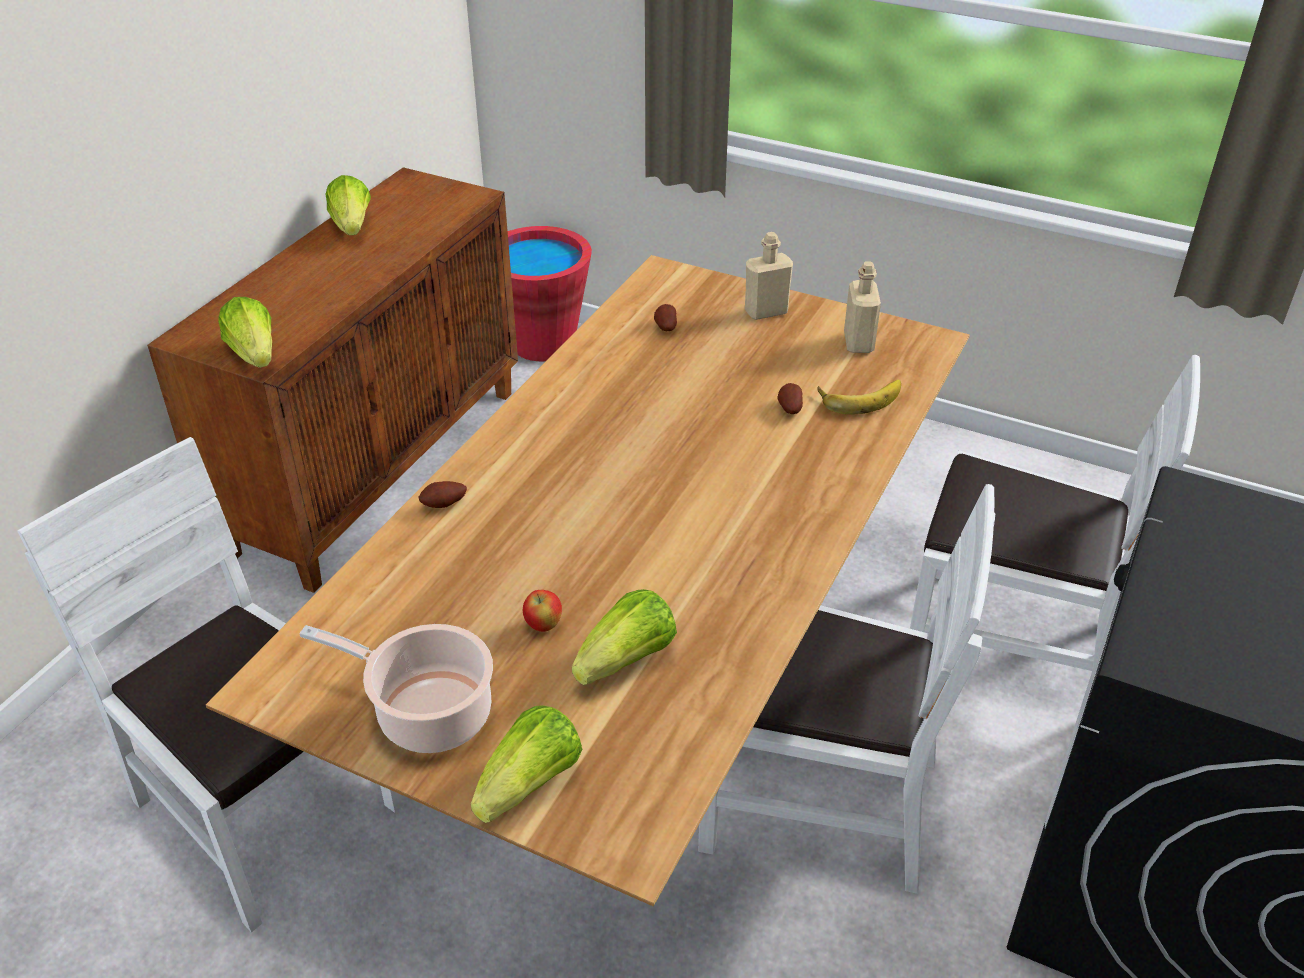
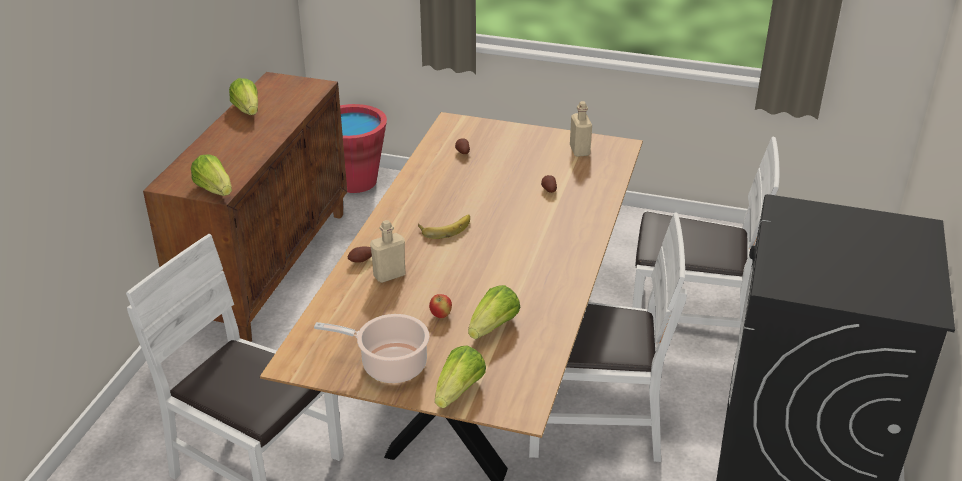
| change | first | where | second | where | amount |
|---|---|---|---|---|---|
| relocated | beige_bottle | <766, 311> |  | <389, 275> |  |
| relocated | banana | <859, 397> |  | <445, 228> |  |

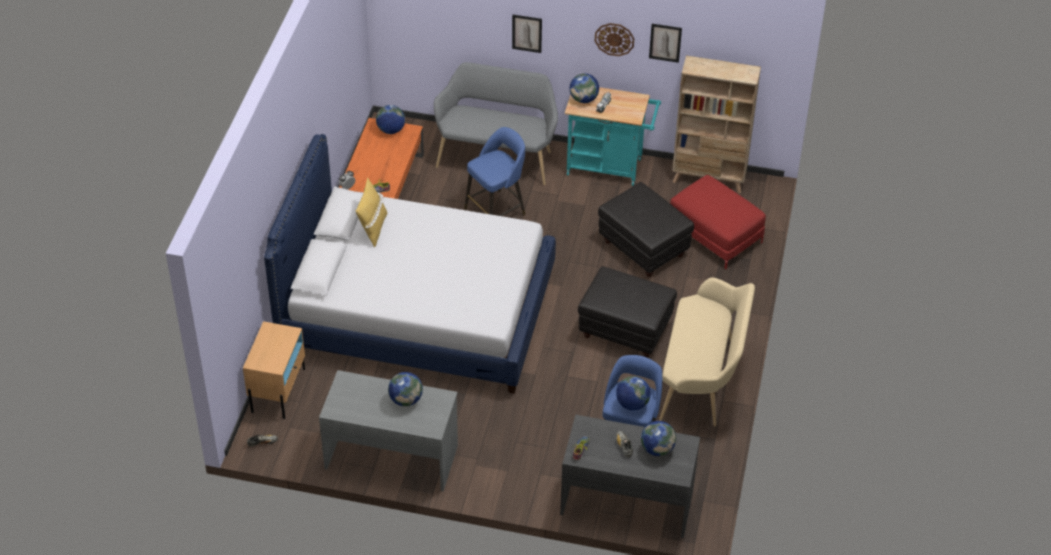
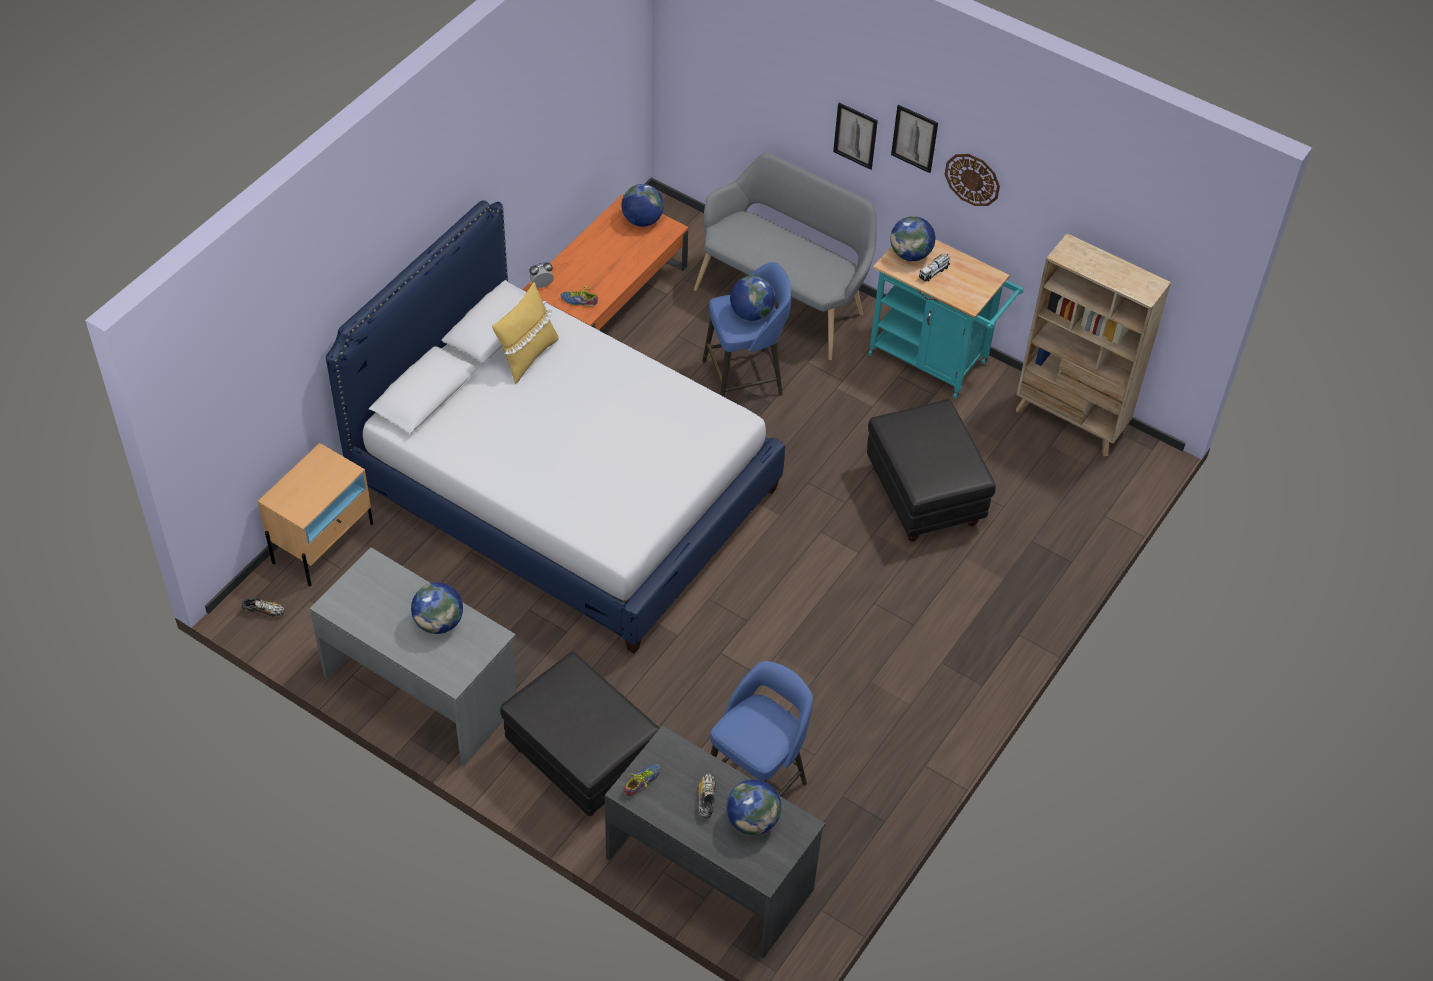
| change | first | where | second | where | amount |
|---|---|---|---|---|---|
| relocated | black_ottoman | <624, 331> |  | <581, 760> |  |
| relocated | globe | <632, 404> |  | <751, 313> |  |
| relocated | picture | <665, 42> |  | <914, 138> |  |
| missing | beige_bench | <702, 379> |  |  |  |
| missing | red_ottoman | <715, 234> |  |  |  |

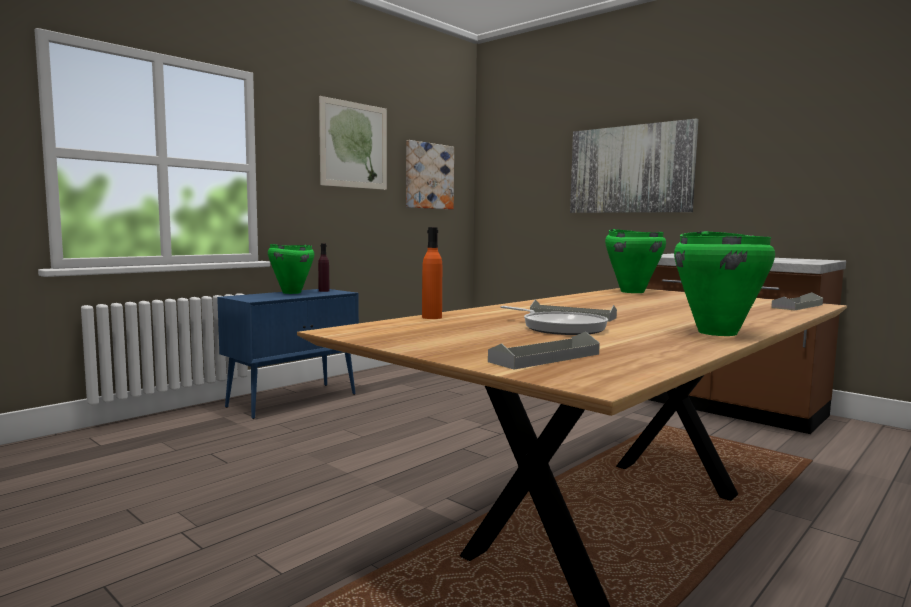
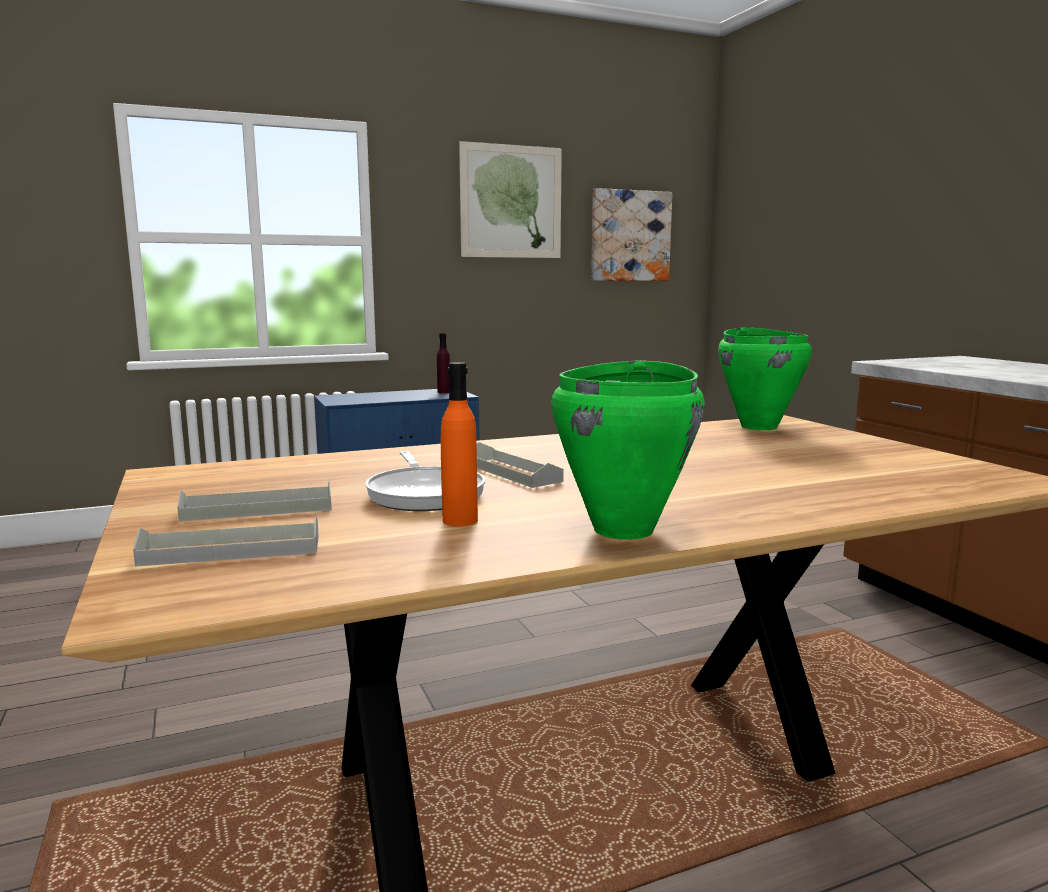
| change | first | where | second | where | amount |
|---|---|---|---|---|---|
| missing | green_cooking_pot | <291, 292> |  |  |  |
| relocated | orange_bottle | <432, 317> |  | <460, 520> |  |
| missing | picture | <630, 169> |  |  |  |
| relocated | grey_tray | <797, 306> |  | <258, 509> |  |

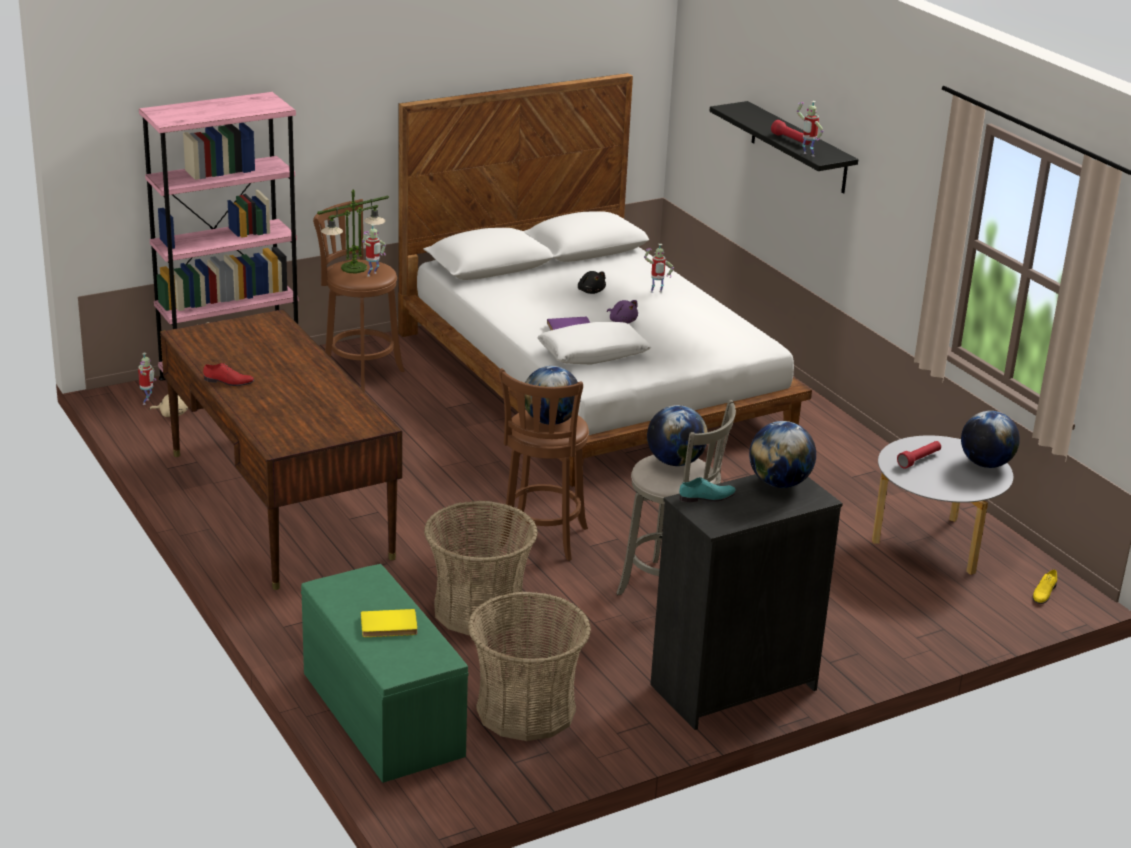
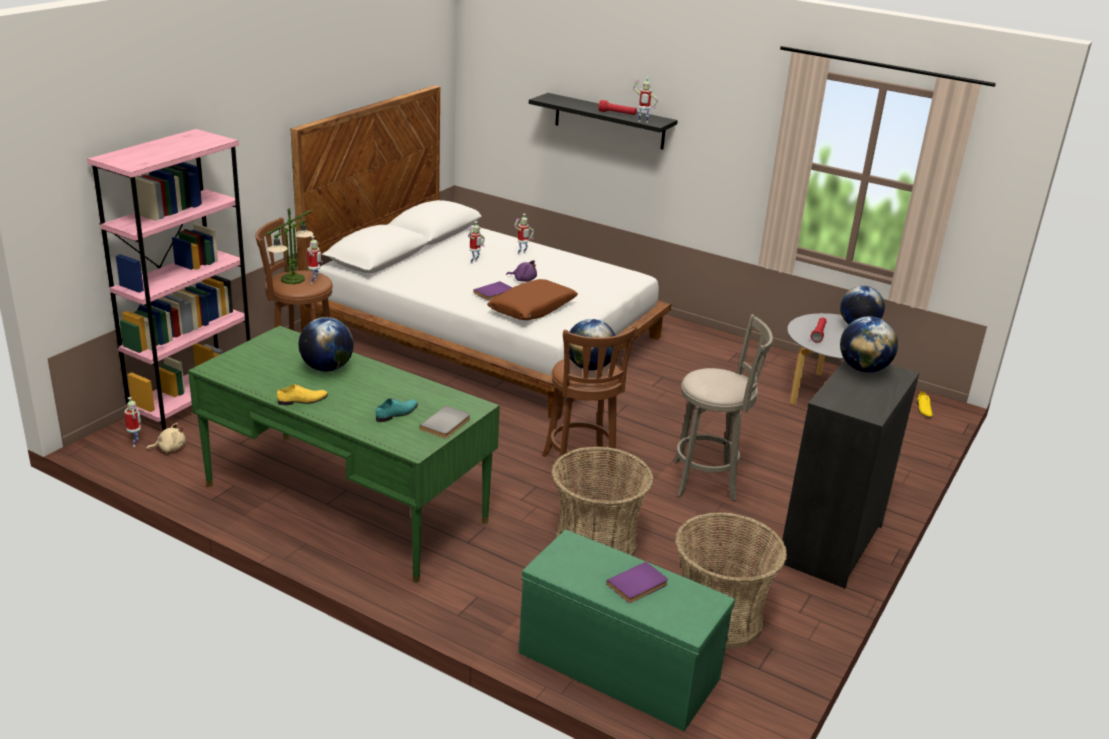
| change | first | where | second | where | amount |
|---|---|---|---|---|---|
| colour | brown_desk | <279, 505> | green_desk | <345, 503> |  |
| colour | red_shoe | <228, 381> | yellow_shoe | <303, 400> |  |
| colour | yellow_book | <389, 626> | purple_book | <638, 585> |  |
| colour | white_pillow | <593, 354> | brown_pillow | <532, 309> |  |
| exchanged | black_plush_toy | <590, 291> | toy_robot | <474, 262> |  |
| relocated | globe | <675, 462> |  | <327, 368> |  |
| relocated | turquoise_shoe | <707, 497> |  | <397, 413> |  |
| appeared |  |  | grey_book | <447, 424> |  |

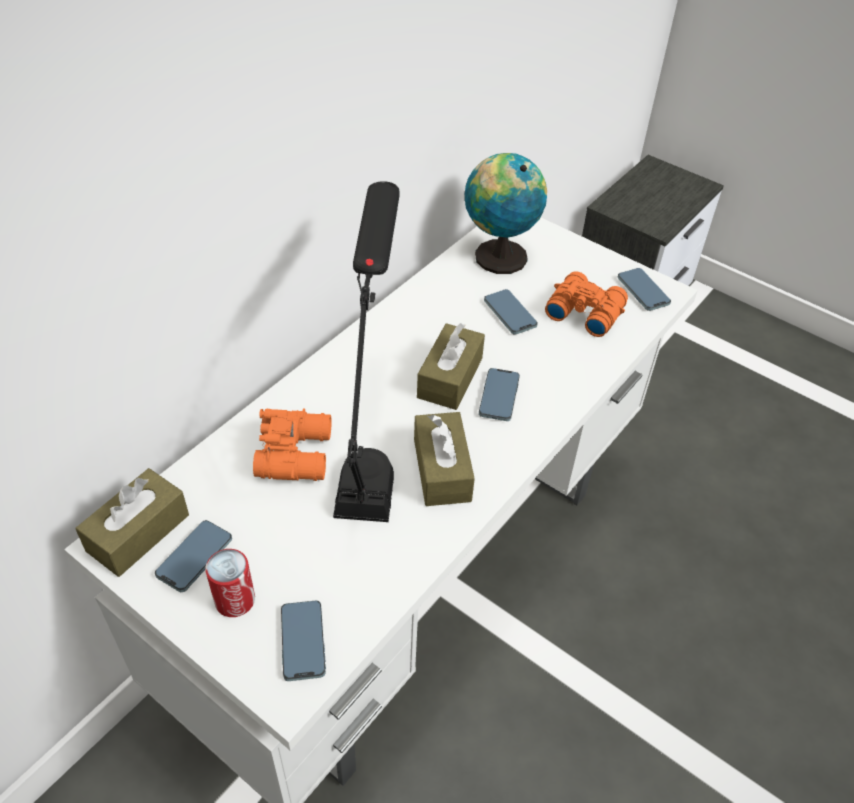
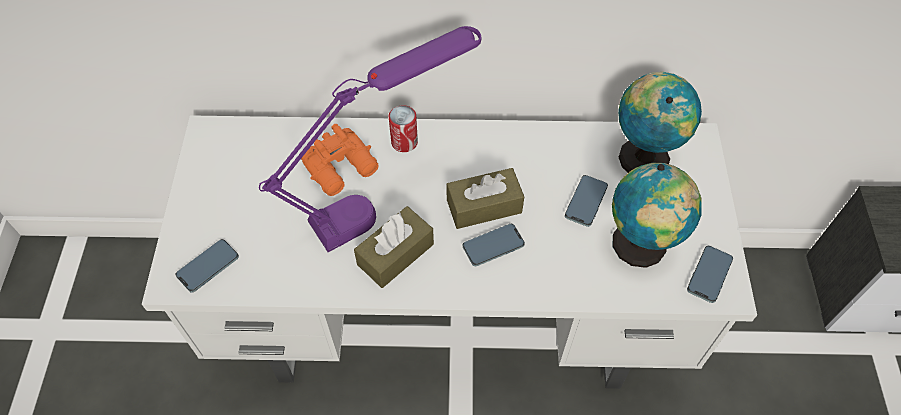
| change | first | where | second | where | amount |
|---|---|---|---|---|---|
| missing | brown_tissue_box | <138, 533> |  |  |  |
| missing | phone | <195, 558> |  |  |  |
| relocated | can | <235, 600> |  | <404, 142> |  |
| colour | black_table_lamp | <371, 445> | purple_table_lamp | <382, 202> |  |
| exchanged | orange_binoculars | <584, 311> | globe | <640, 247> |  |

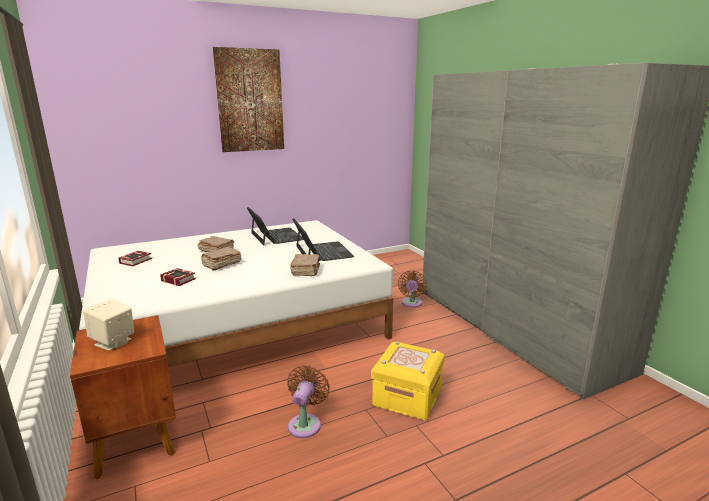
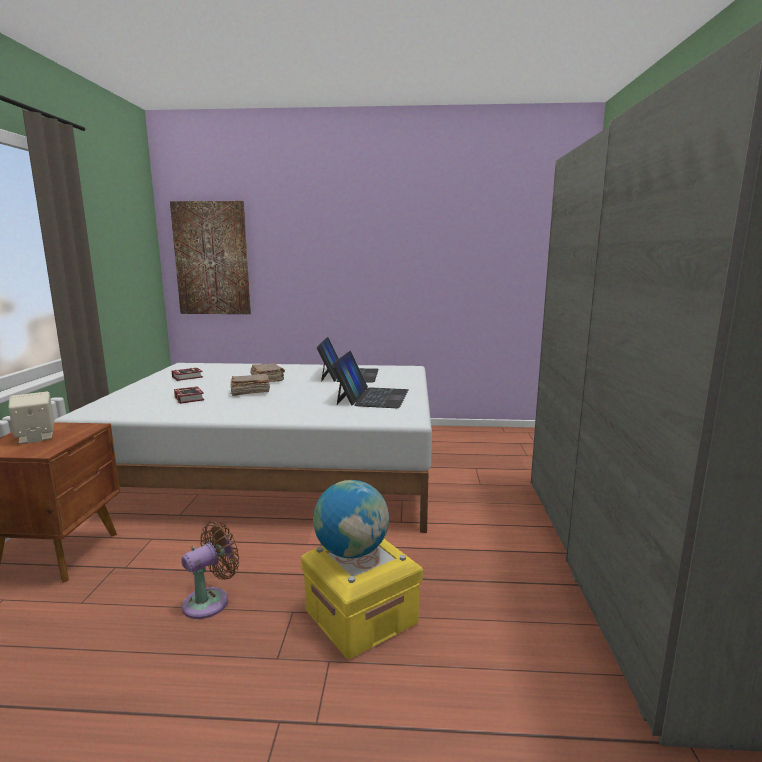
| change | first | where | second | where | amount |
|---|---|---|---|---|---|
| relocated | picture | <250, 101> |  | <212, 259> |  |
| missing | brown_book | <306, 271> |  |  |  |
| missing | brown_fan | <411, 304> |  |  |  |
| appeared |  |  | globe | <352, 551> |  |

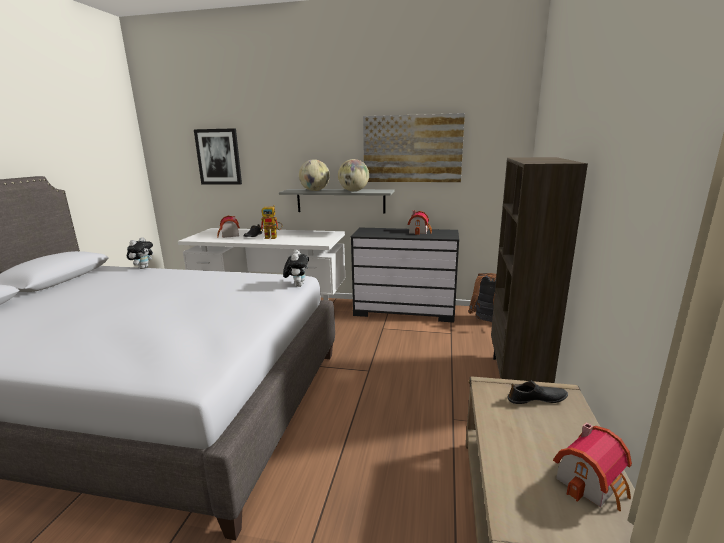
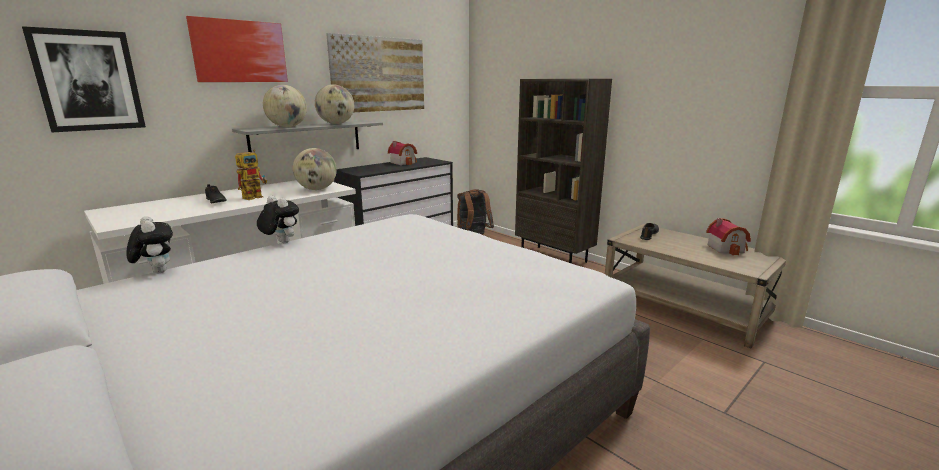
| change | first | where | second | where | amount |
|---|---|---|---|---|---|
| missing | toy_house | <229, 235> |  |  |  |
| relocated | plush_toy | <297, 285> |  | <280, 242> |  |
| appeared |  |  | picture | <240, 51> |  |
| appeared |  |  | globe | <317, 189> |  |

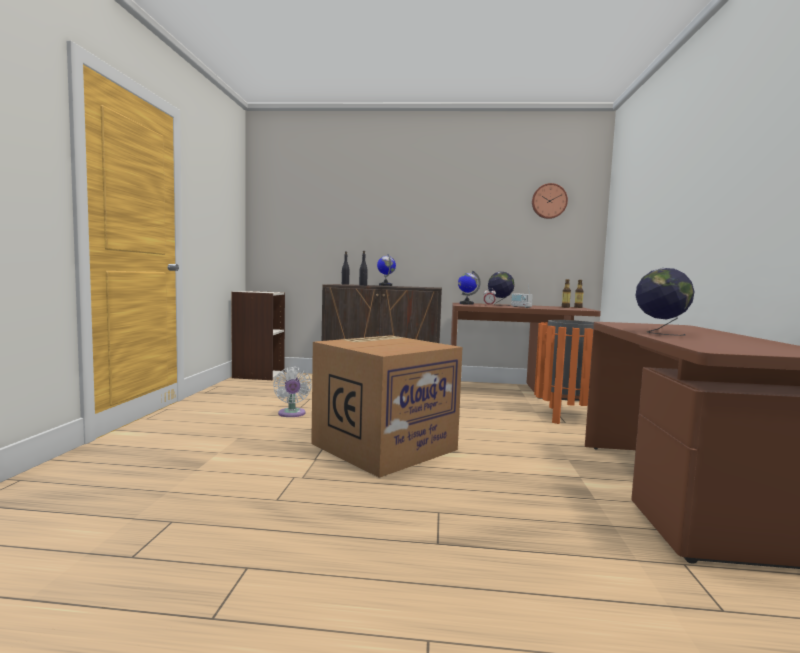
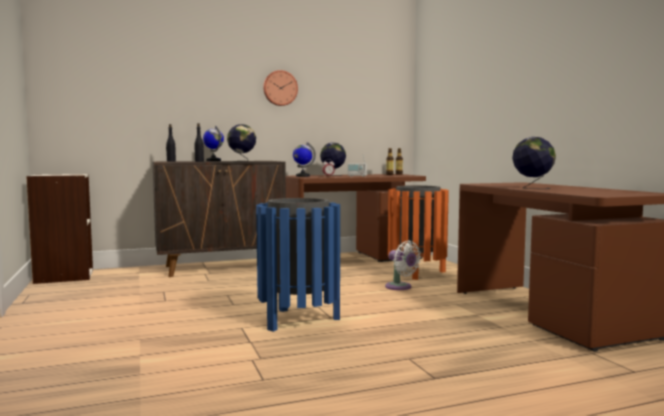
| change | first | where | second | where | amount |
|---|---|---|---|---|---|
| relocated | white_fan | <291, 414> |  | <400, 287> |  |
| exchanged | cardboard_box | <384, 446> | blue_trash_can | <299, 320> |  |
| relocated | wall_clock | <549, 201> |  | <280, 88> |  |
| appeared |  |  | globe | <242, 161> |  |

